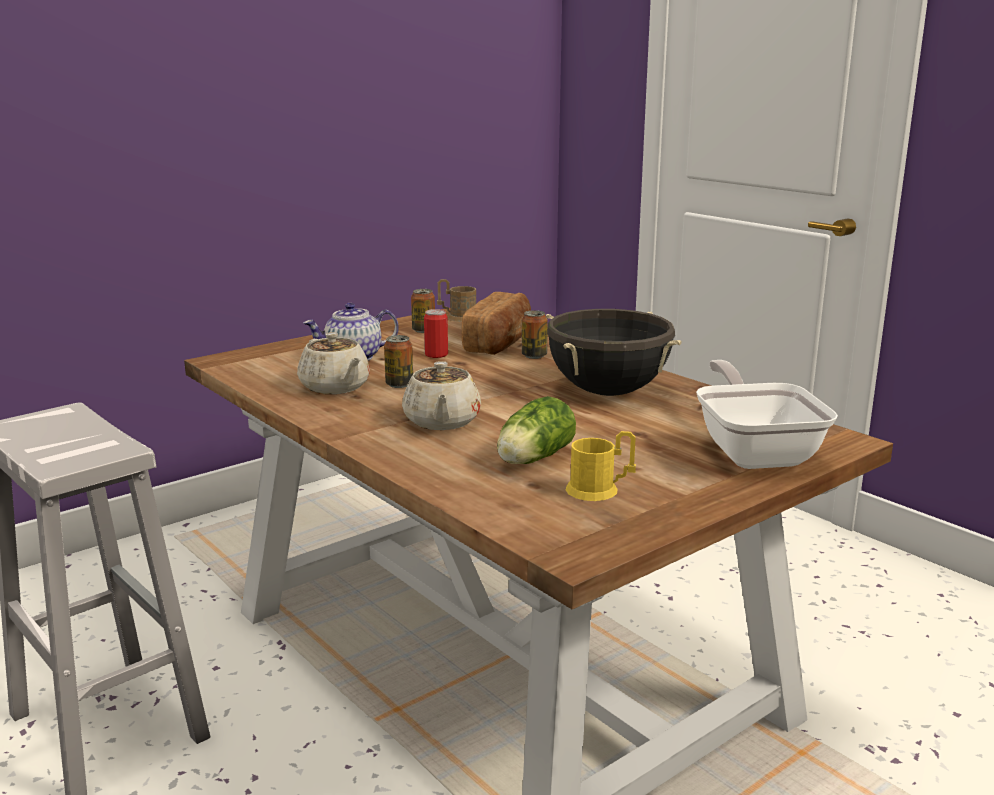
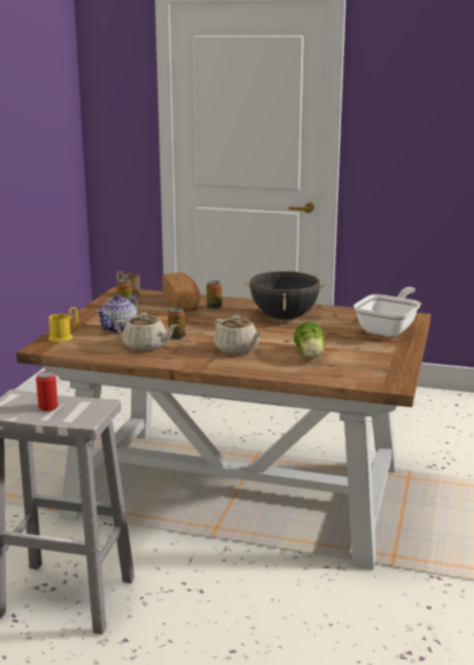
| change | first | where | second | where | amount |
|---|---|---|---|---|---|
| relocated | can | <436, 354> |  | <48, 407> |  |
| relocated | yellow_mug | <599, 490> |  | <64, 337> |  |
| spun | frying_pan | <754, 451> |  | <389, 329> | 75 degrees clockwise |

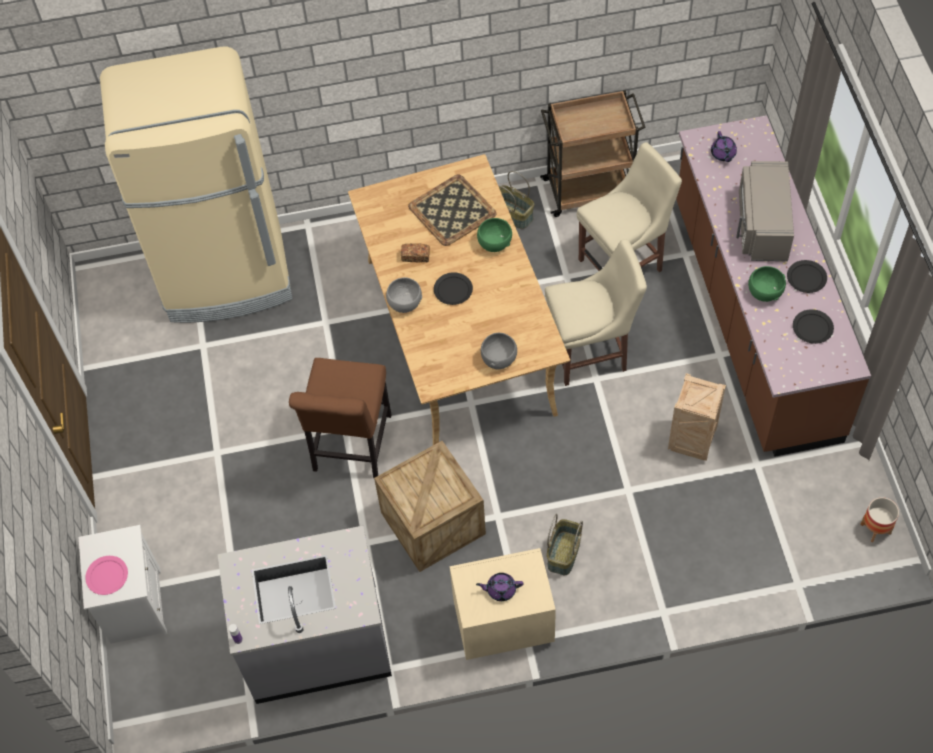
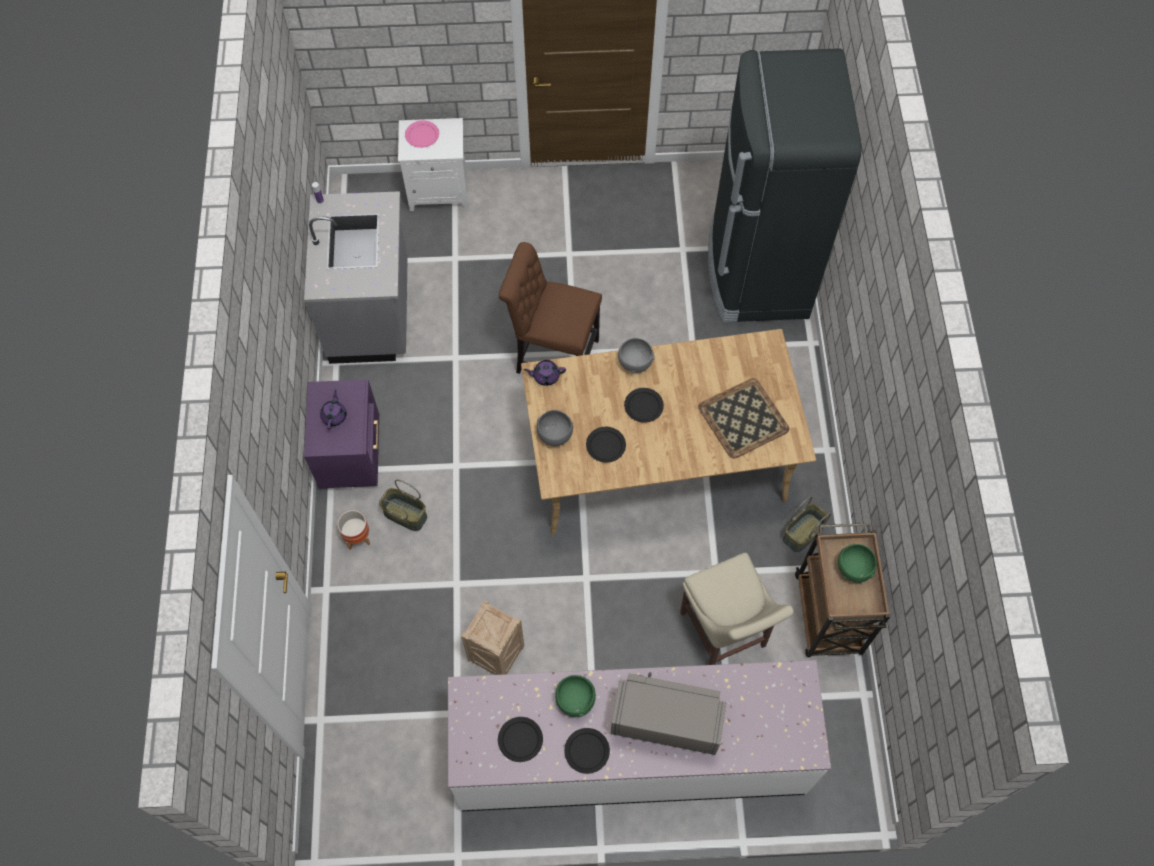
| change | first | where | second | where | amount |
|---|---|---|---|---|---|
| colour | beige_fridge | <227, 277> | black_fridge | <757, 272> |  |
| missing | crate | <433, 523> |  |  |  |
| missing | bread | <415, 256> |  |  |  |
| colour | beige_nightstand | <502, 623> | purple_nightstand | <352, 453> |  |
| relocated | green_bowl | <494, 243> |  | <854, 568> |  |
| missing | beige_chair | <591, 353> |  |  |  |
| colour | brown_counter | <753, 320> | white_counter | <630, 754> |  |
| relocated | purple_teapot | <723, 154> |  | <545, 376> |  |
| relocated | planter | <875, 529> |  | <357, 537> |  |
| appeared |  |  | black_plate | <606, 445> |  |

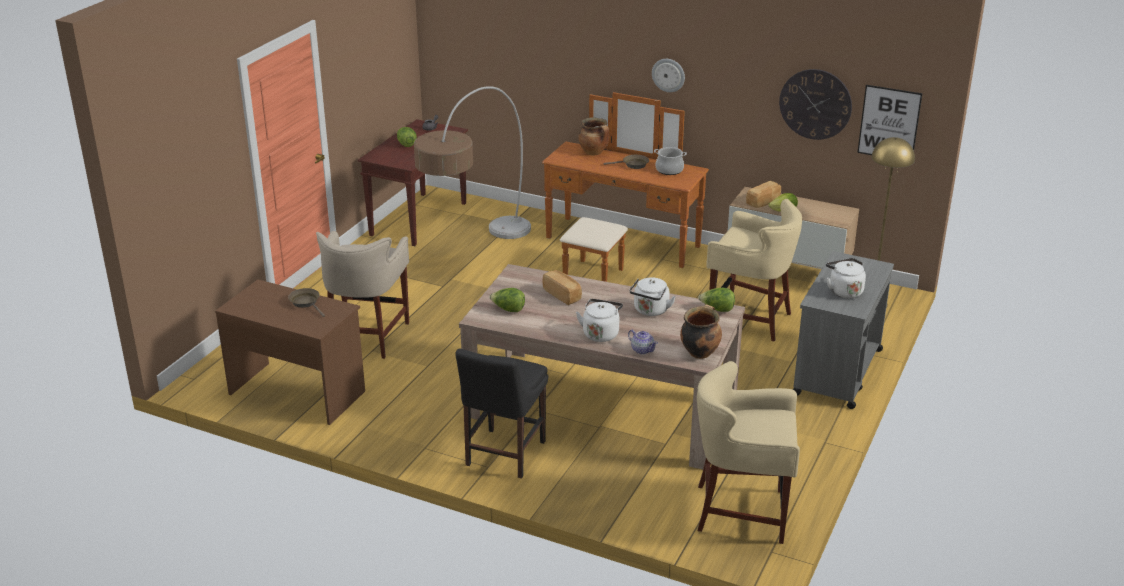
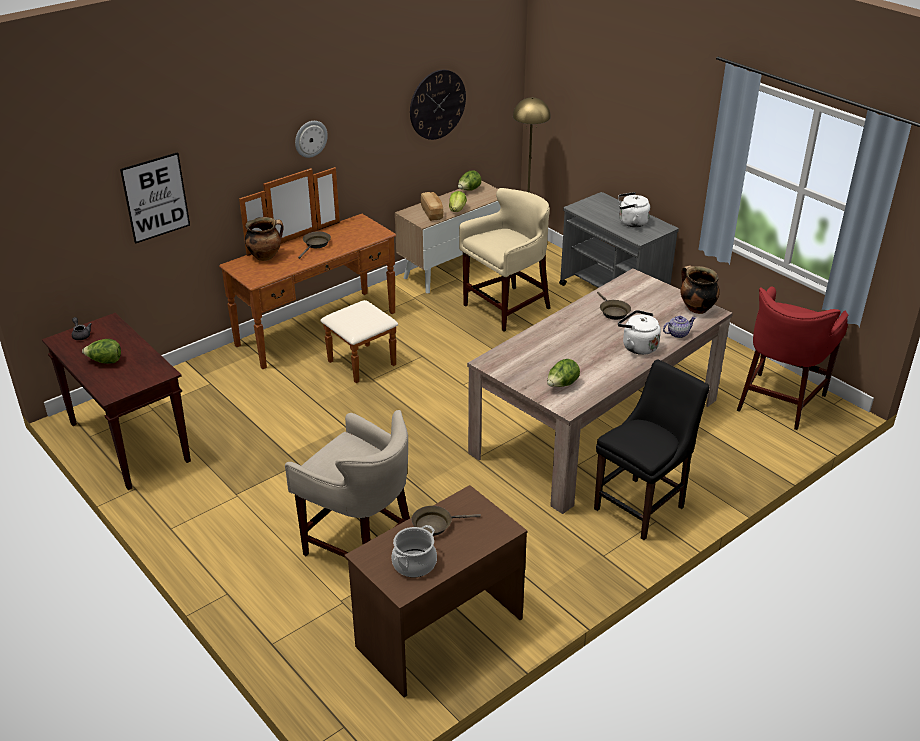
| change | first | where | second | where | amount |
|---|---|---|---|---|---|
| missing | floor_lamp | <475, 252> |  |  |  |
| spun | black_chair | <503, 455> |  | <642, 506> | 90 degrees counterclockwise |
| missing | bread | <562, 295> |  |  |  |
| exchanged | white_kettle | <650, 311> | brown_frying_pan | <613, 312> |  |
| relocated | cooking_pot | <669, 170> |  | <414, 564> |  |
| colour | beige_stool | <742, 512> | red_stool | <780, 401> |  |
| relocated | lettuce | <717, 309> |  | <469, 190> |  |
| relocated | picture | <889, 123> |  | <155, 197> |  |

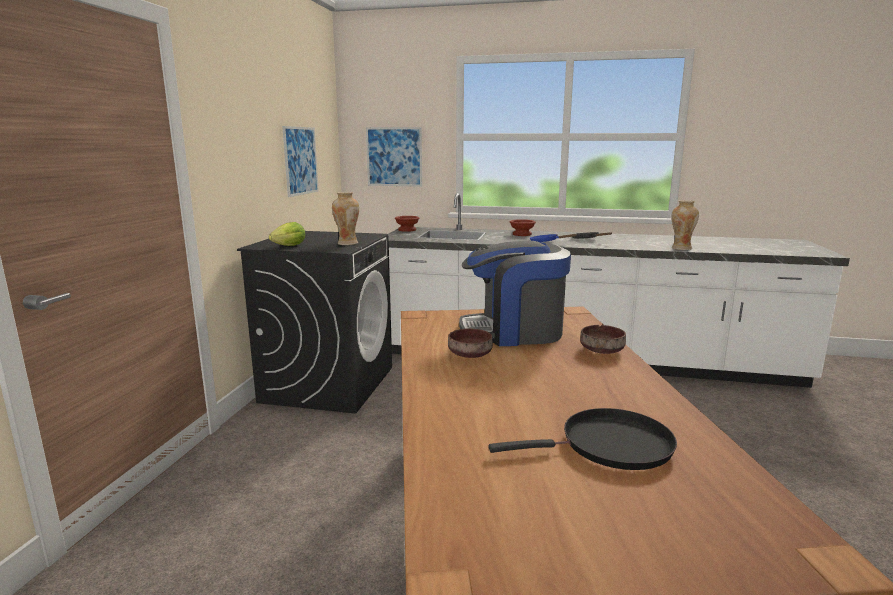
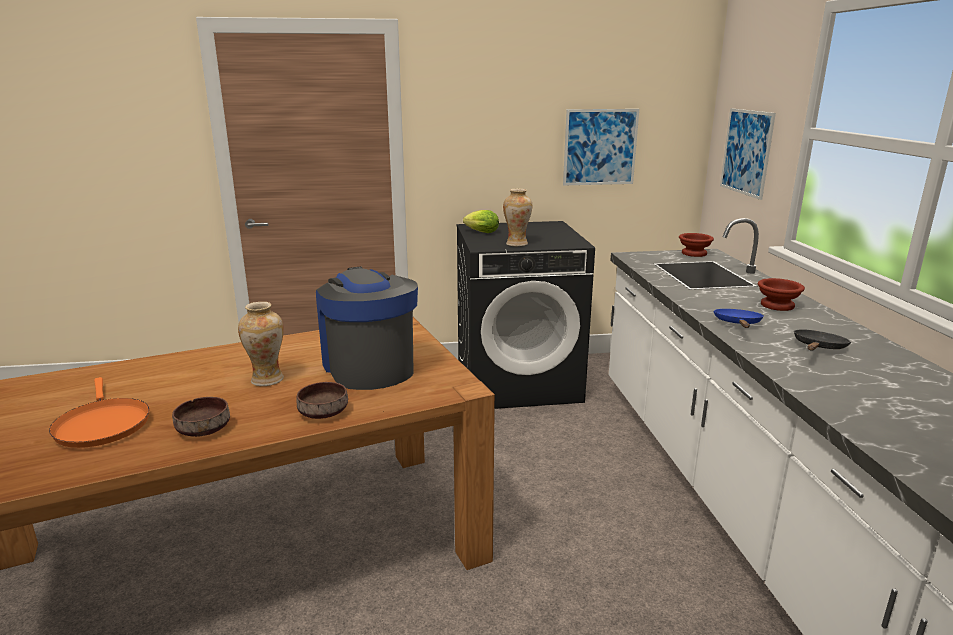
| change | first | where | second | where | amount |
|---|---|---|---|---|---|
| relocated | brown_bowl | <471, 355> |  | <203, 430> |  |
| colour | black_frying_pan | <609, 446> | orange_frying_pan | <102, 425> |  |
| relocated | vase | <681, 248> |  | <267, 379> |  |

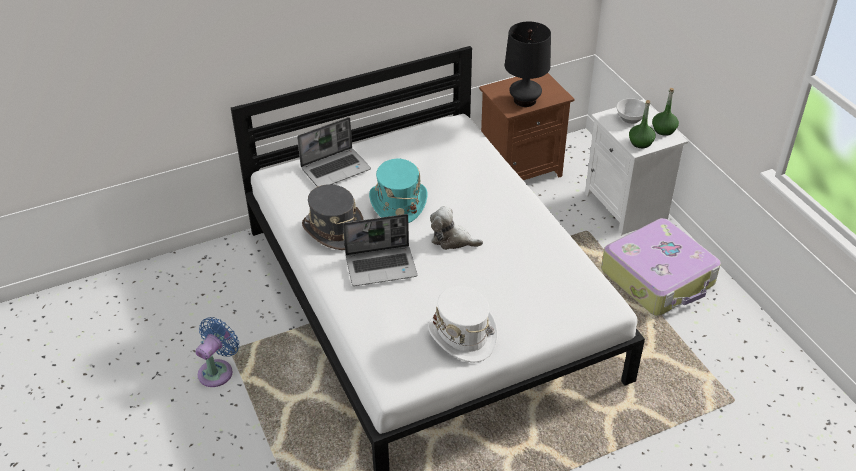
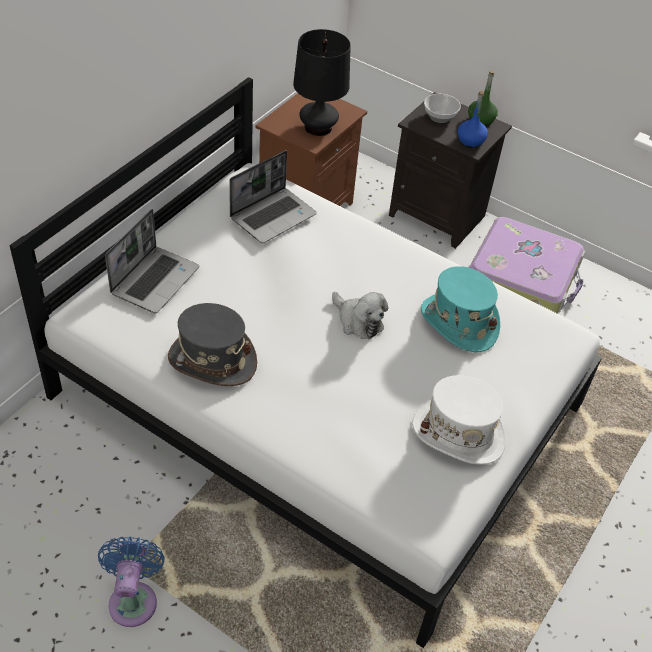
| change | first | where | second | where | amount |
|---|---|---|---|---|---|
| relocated | laptop | <382, 266> |  | <273, 216> |  |
| relocated | turquoise_hat | <398, 203> |  | <458, 323> |  |
| spun | plush_toy | <452, 240> |  | <358, 321> | 120 degrees counterclockwise |
| colour | white_nightstand | <627, 206> | black_nightstand | <439, 215> |  |
| colour | green_bottle | <640, 142> | blue_bottle | <470, 141> |  |

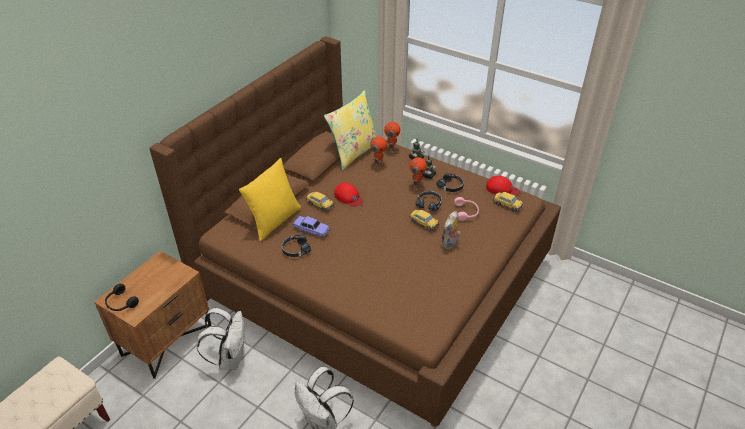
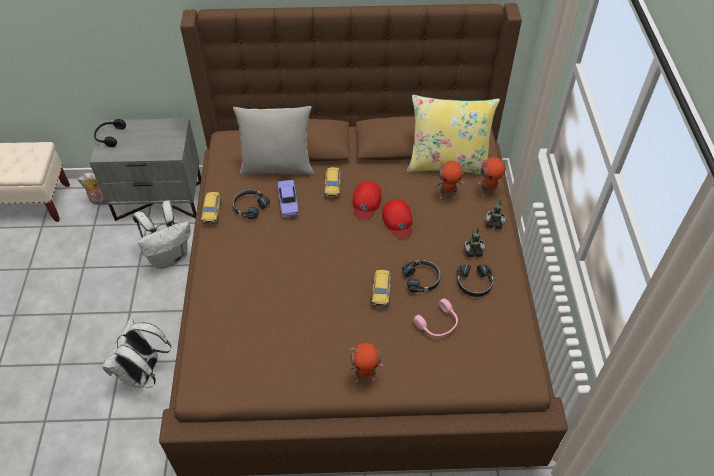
| change | first | where | second | where | amount |
|---|---|---|---|---|---|
| colour | brown_nightstand | <166, 339> | grey_nightstand | <160, 200> |  |
| colour | yellow_pillow | <274, 221> | grey_pillow | <277, 167> |  |
| relocated | toy_robot | <416, 186> |  | <365, 377> |  |
| relocated | plush_toy | <450, 244> |  | <99, 201> |  |
| relocated | red_cap | <502, 189> |  | <398, 220> |  |
| relocated | toy_car | <507, 205> |  | <212, 212> |  |

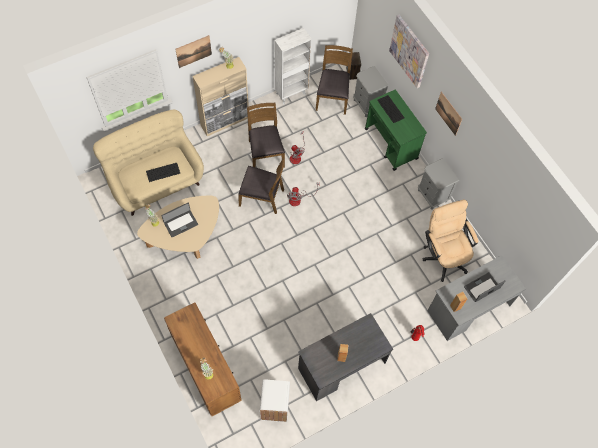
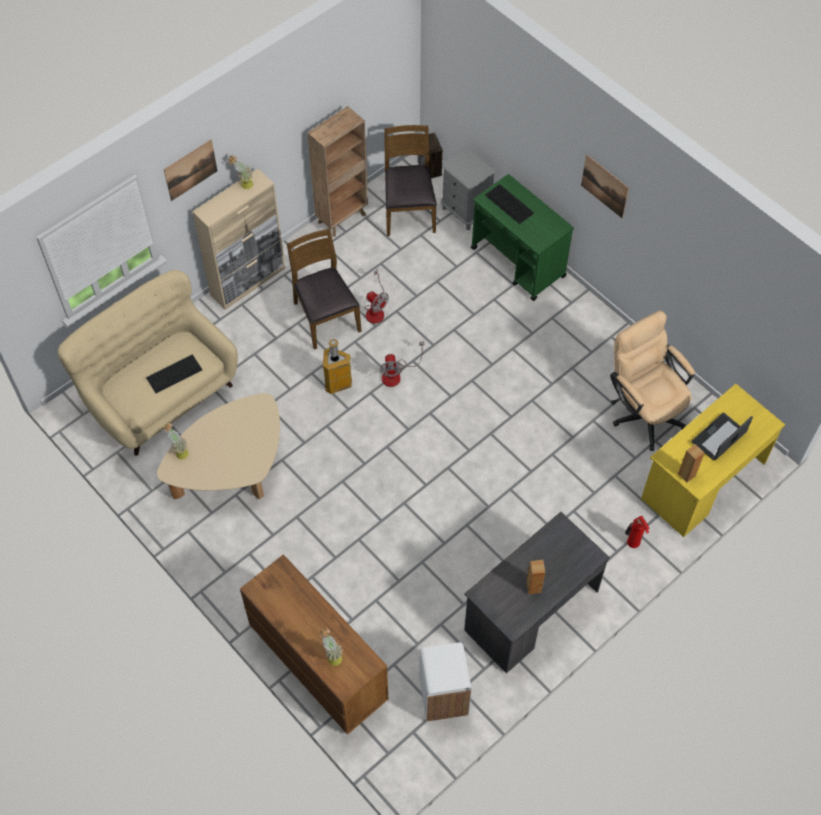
| change | first | where | second | where | amount |
|---|---|---|---|---|---|
| missing | laptop | <180, 223> |  |  |  |
| exchanged | brown_chair | <262, 197> | trash_can | <338, 384> |  |
| colour | white_bookcase | <291, 93> | brown_bookcase | <342, 218> |  |
| missing | picture | <409, 51> |  |  |  |
| missing | grey_nightstand | <432, 195> |  |  |  |
| colour | grey_desk | <468, 308> | yellow_desk | <702, 481> |  |

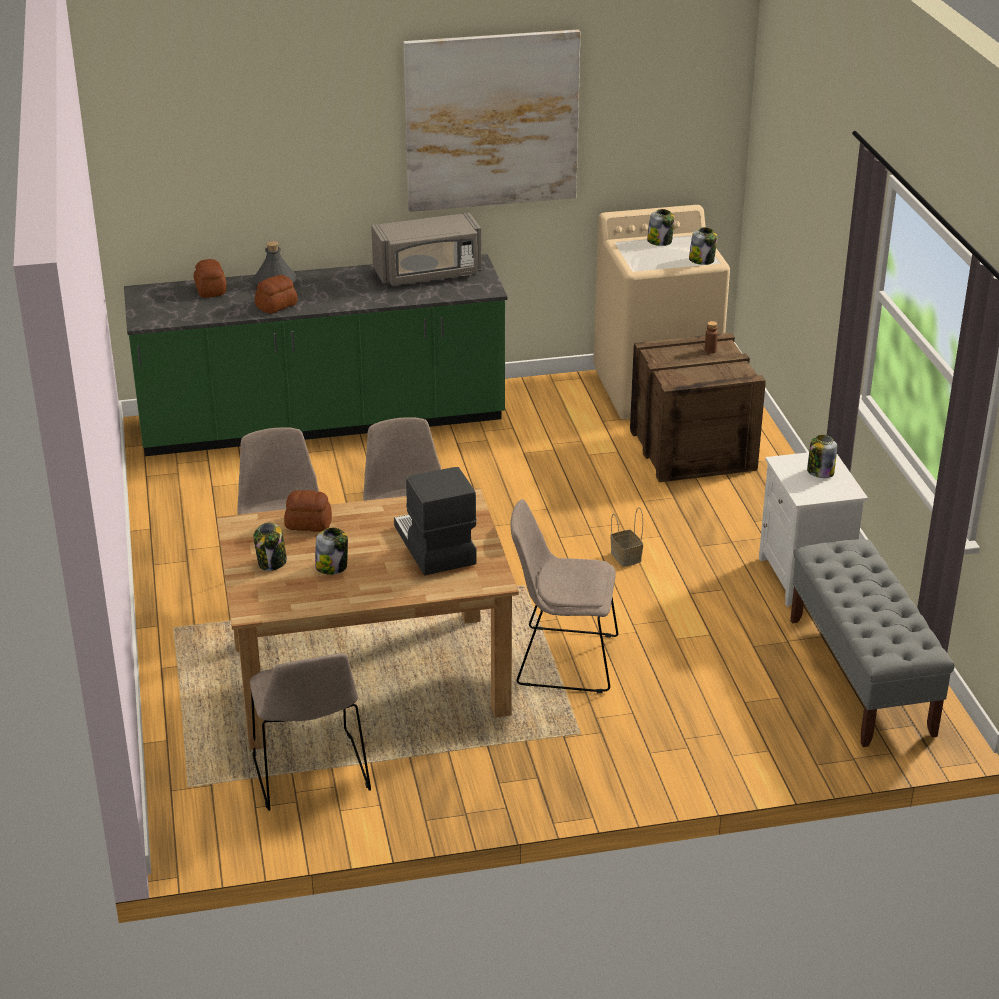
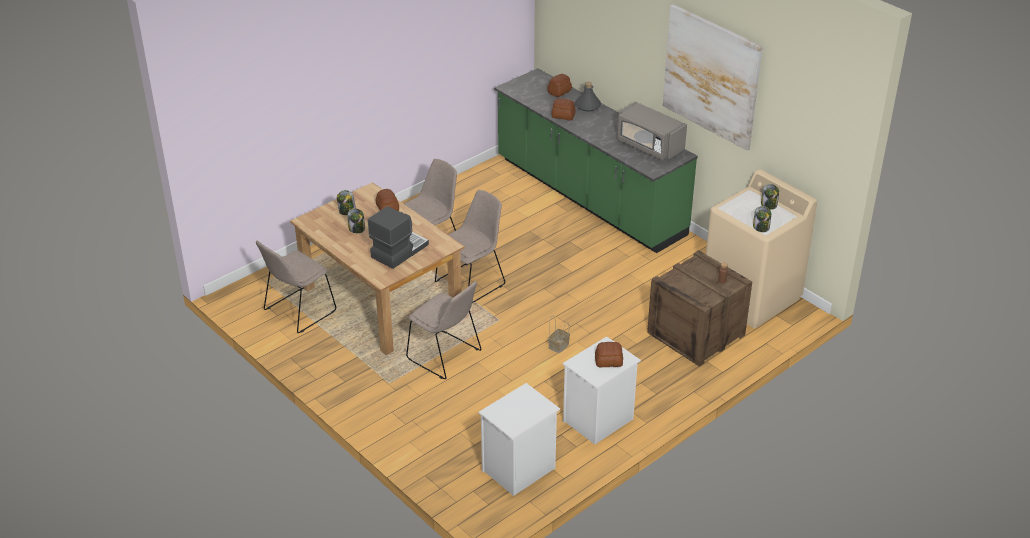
| change | first | where | second | where | amount |
|---|---|---|---|---|---|
| spun | beige_chair | <562, 659> |  | <446, 356> | 150 degrees clockwise |
| exchanged | grey_bench | <861, 676> | white_nightstand | <519, 470> |  |
| exchanged | jar | <820, 472> | bread | <608, 361> |  |

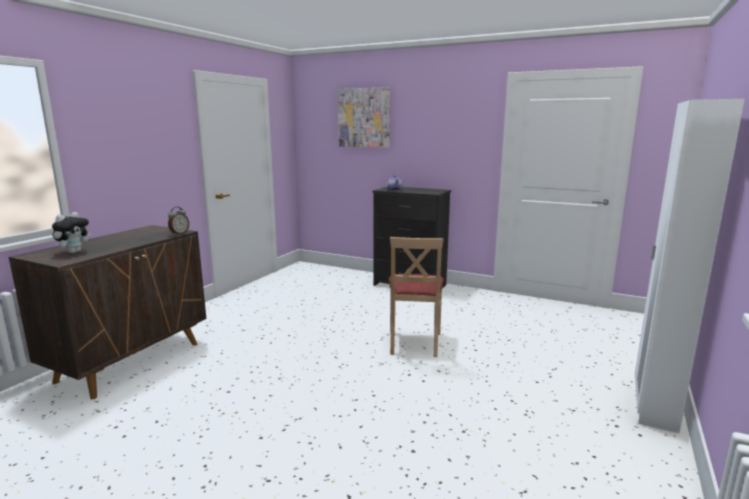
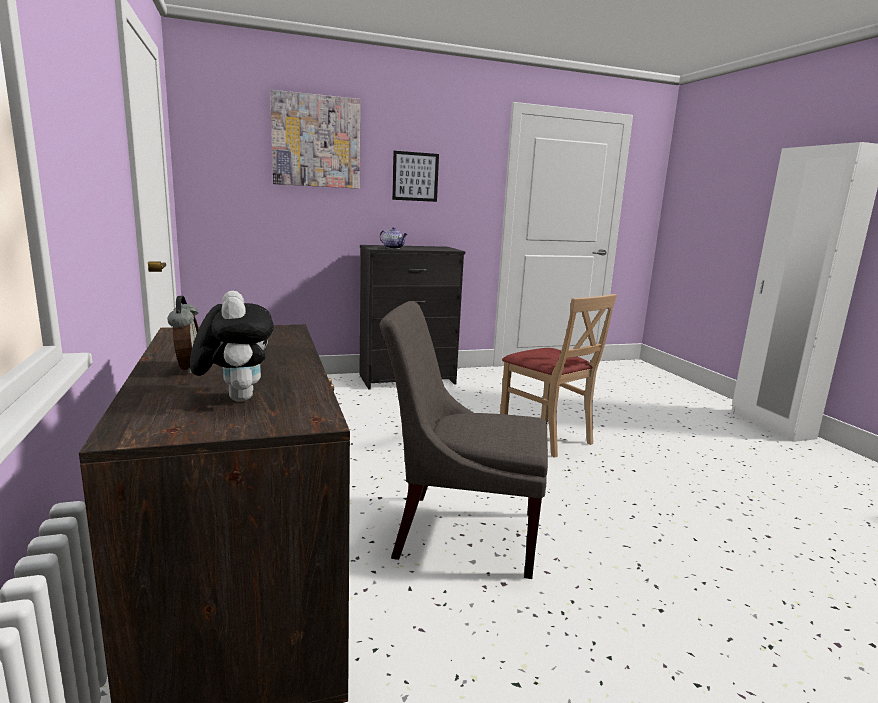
| change | first | where | second | where | amount |
|---|---|---|---|---|---|
| relocated | alarm_clock | <179, 233> |  | <187, 369> |  |
| appeared |  |  | grey_chair | <460, 532> |  |
| appeared |  |  | picture | <415, 176> |  |

